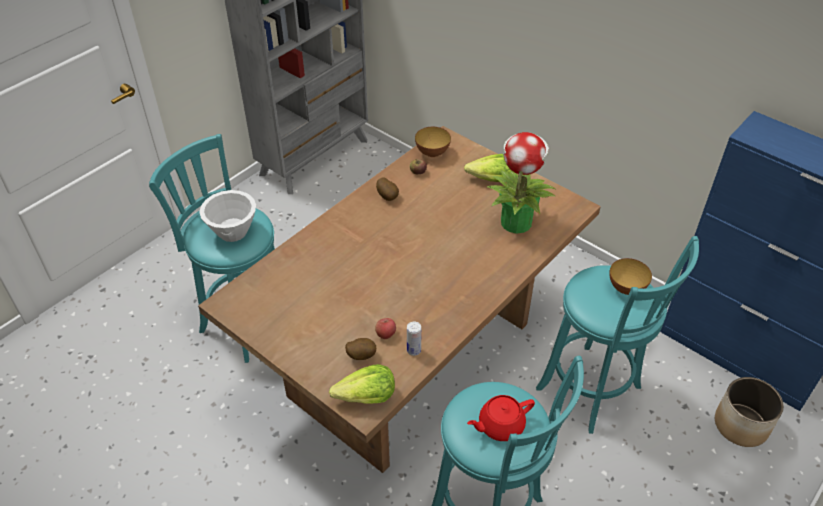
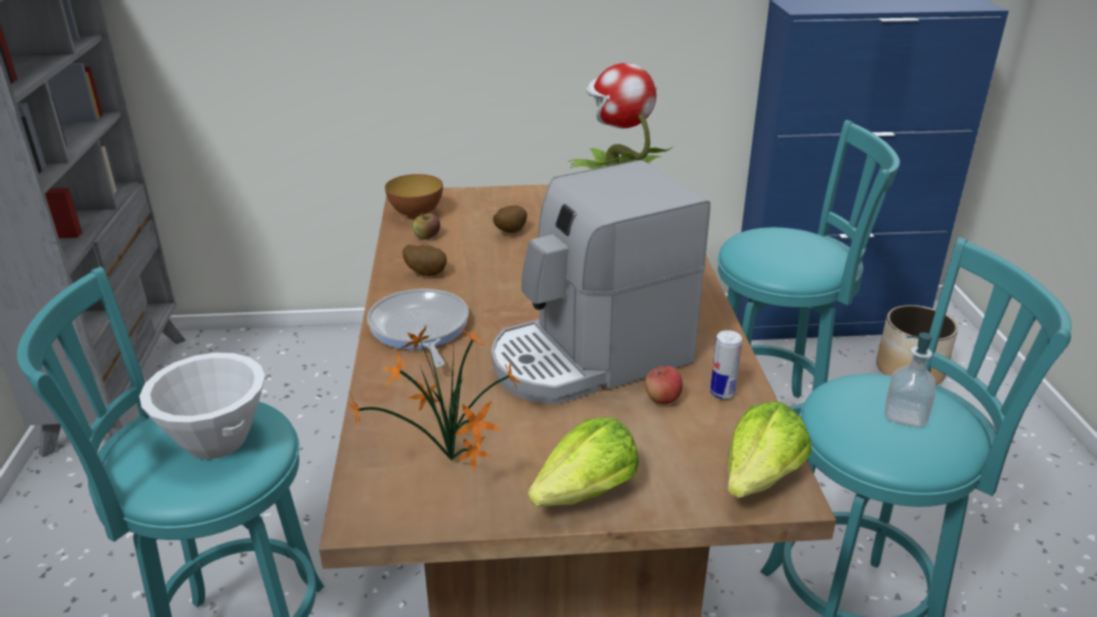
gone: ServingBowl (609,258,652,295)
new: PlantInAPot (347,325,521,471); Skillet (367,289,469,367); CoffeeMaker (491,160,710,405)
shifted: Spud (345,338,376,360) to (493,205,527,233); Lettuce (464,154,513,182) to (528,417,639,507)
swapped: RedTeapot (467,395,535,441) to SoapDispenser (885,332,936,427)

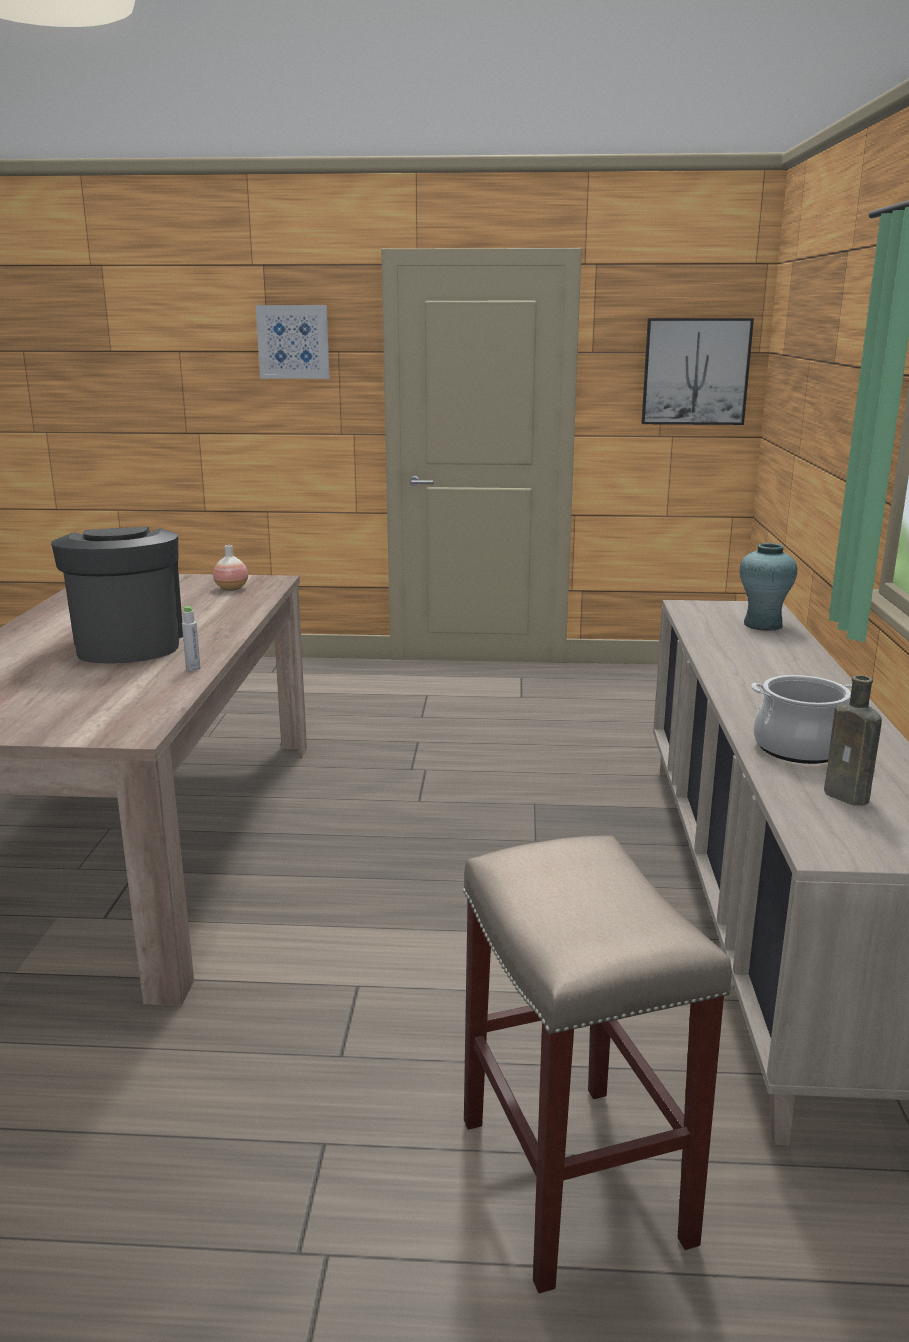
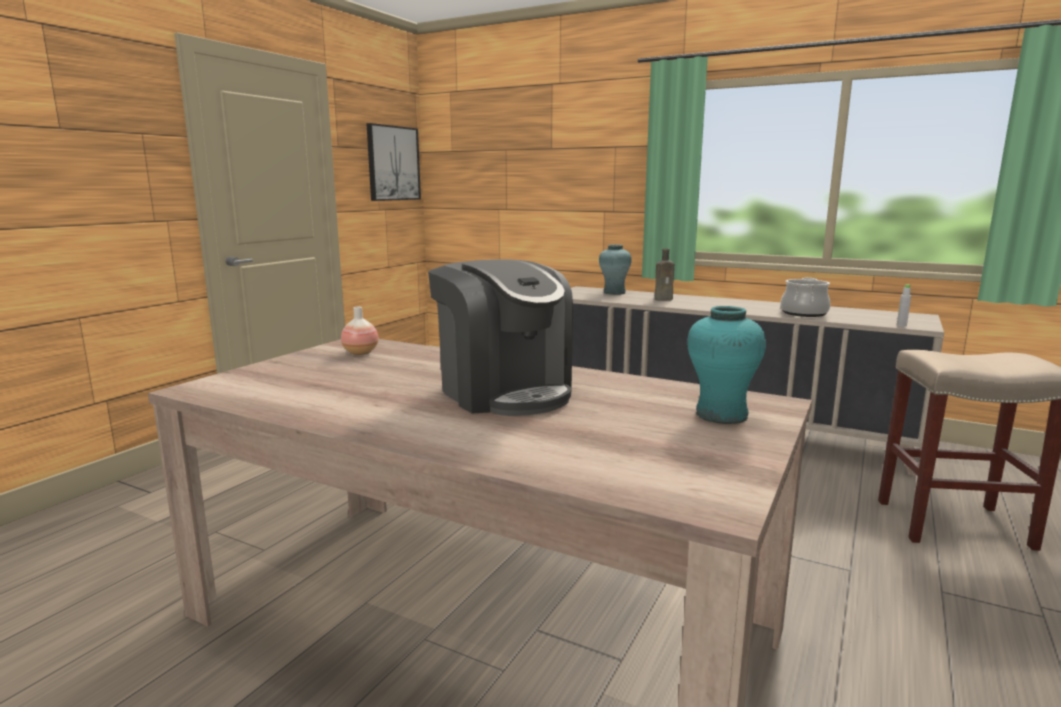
gone: WallPicture (256,305,330,379)
new: BlueGreenDecorativeVase (687,306,766,424)
shifted: BrownishBottle (824,675,882,806) to (655,249,674,301); GreyBottle (182,606,201,671) to (897,284,911,327)
rotated: CoffeeMaker (51,527,183,664) = (428,259,573,416) 135 degrees counterclockwise

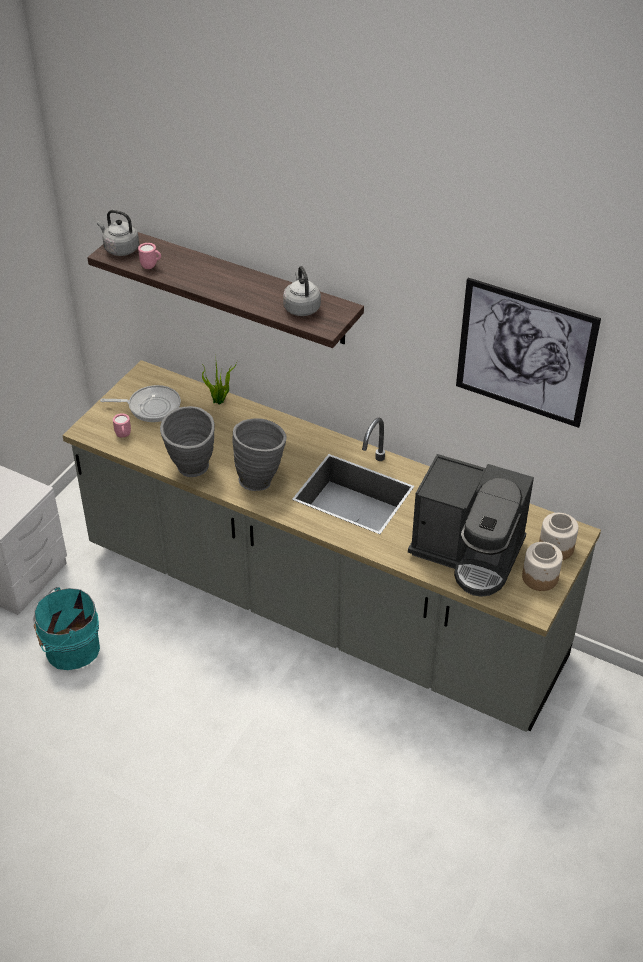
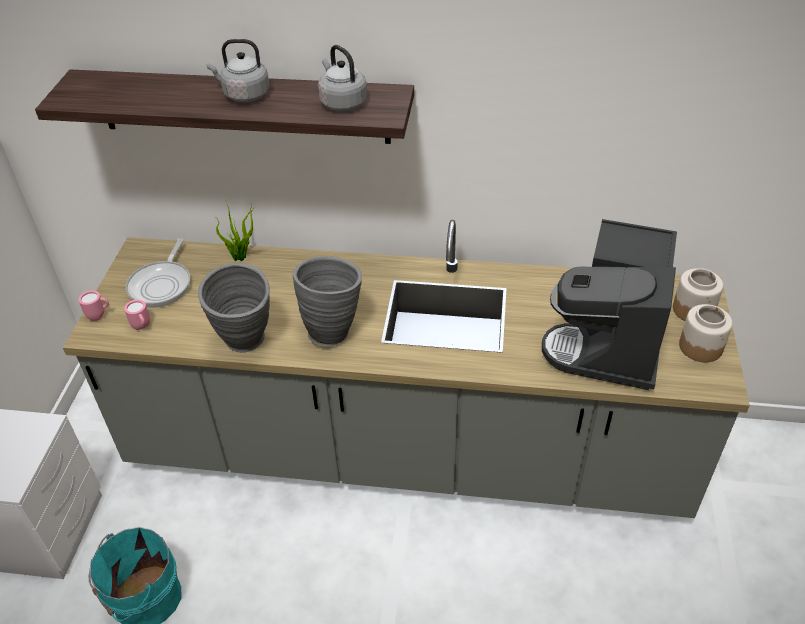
gone: WallPicture (456,278,601,428)
shifted: PinkColouredTeaMug (138,243,161,269) to (78,290,109,321); GreyKettle (97,210,139,256) to (206,39,269,102)
rotated: Skillet (100,385,181,422) = (126,238,190,308) 120 degrees clockwise; CoffeeMaker (408,454,534,597) = (542,219,677,390) 105 degrees clockwise

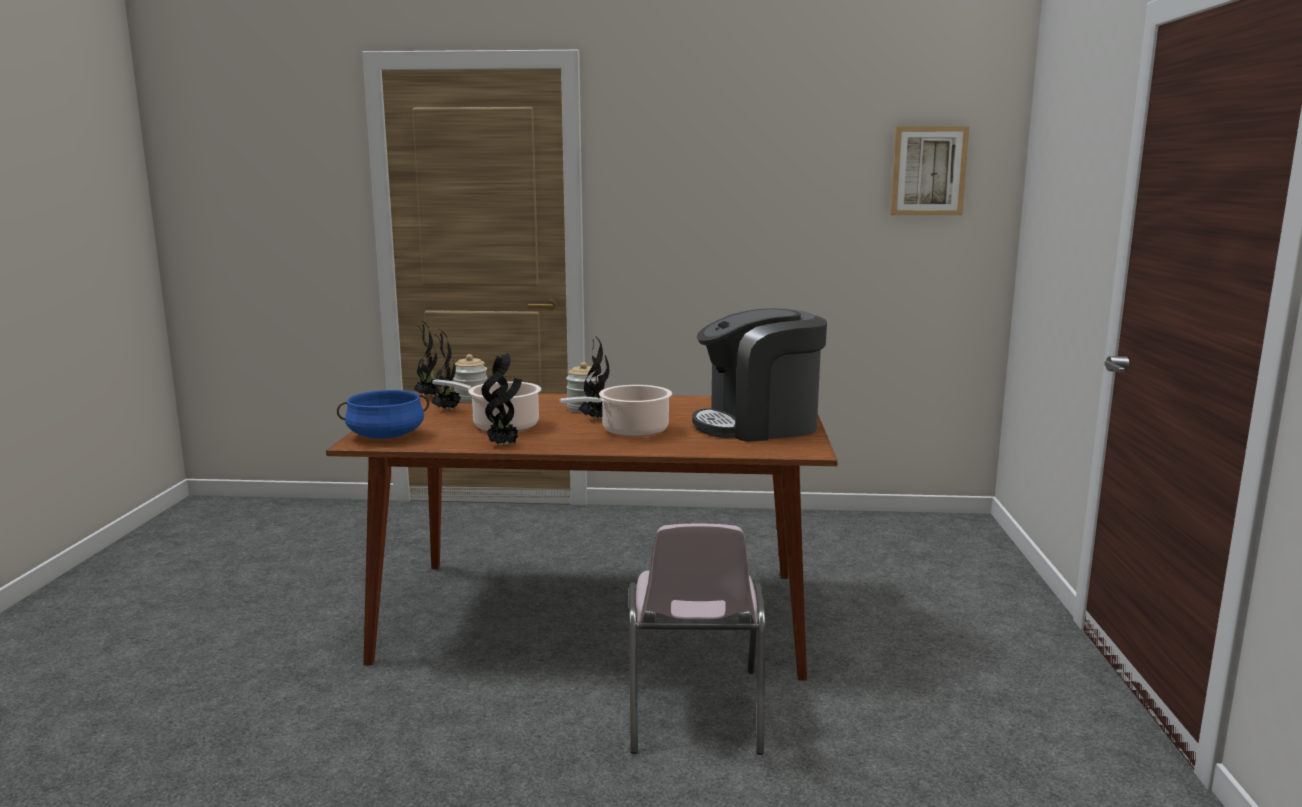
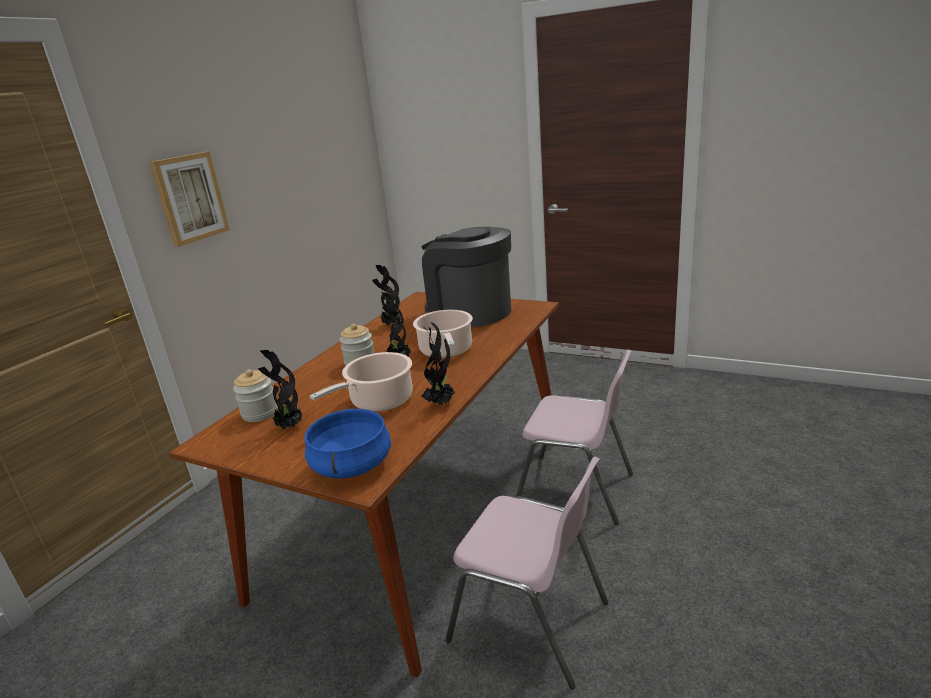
new: PinkColouredUprightChair (445,457,608,689)
shifted: WallPicture (890,126,969,215) to (149,152,230,247); PlantInAPot (414,320,442,397) to (372,265,401,326)
rotated: CoffeeMaker (692,308,827,442) = (421,227,511,327) 120 degrees clockwise

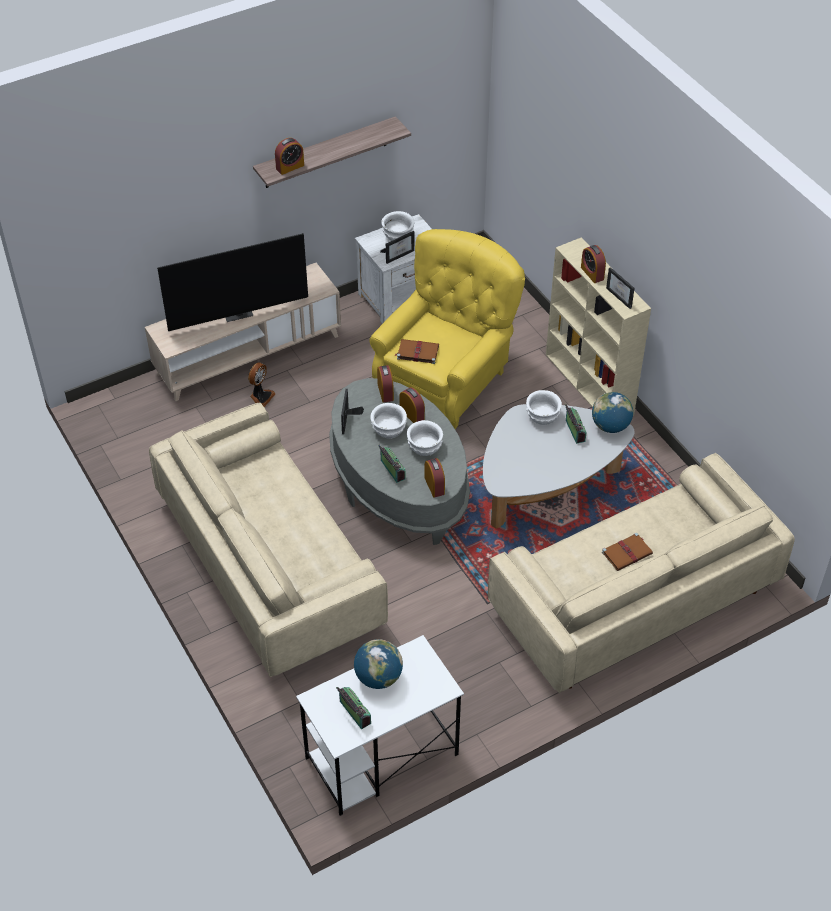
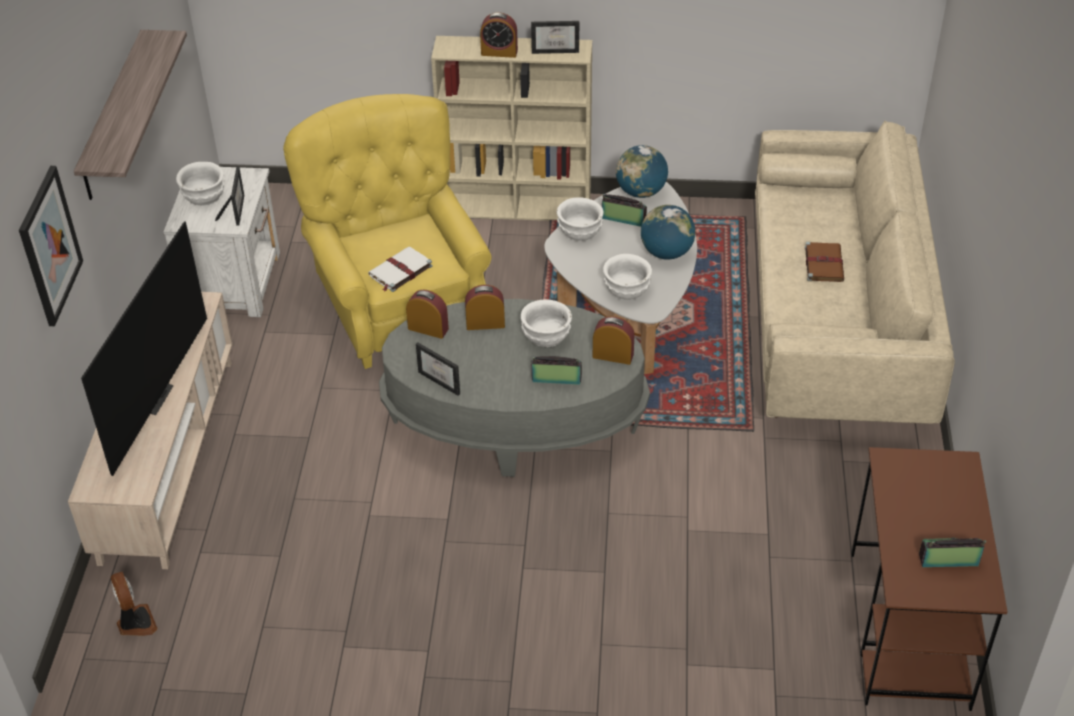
gone: SandColouredSettee (149,402,388,677); BedsideClock (275,138,304,175)
new: WallPicture (19,166,83,326)
shifted: CoolingFan (248,363,276,407) to (110,572,158,636); WhitishServingBowl (370,403,407,438) to (603,254,652,300); DeskGlobe (354,639,403,689) to (641,205,696,260)
repainted: BrownishVolume (394,339,439,364) to WhitishVolume (368,246,433,292); WhitishDeskTable (296,635,464,816) to BrownishDeskTable (851,447,1007,711)

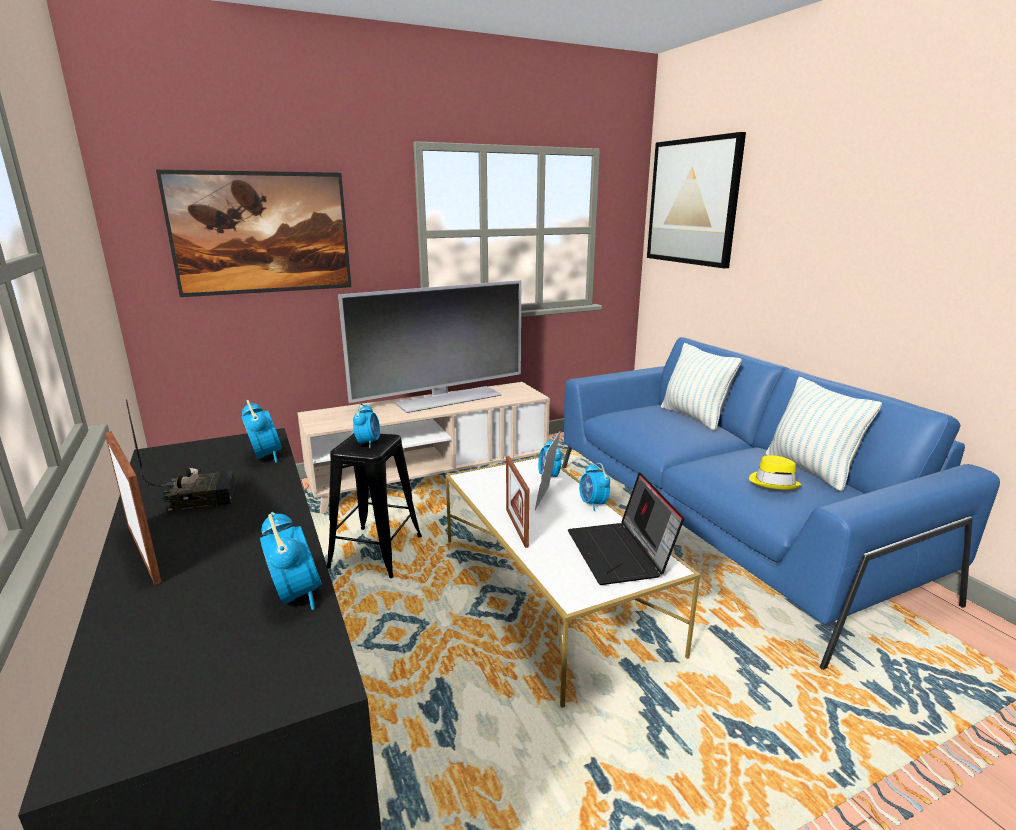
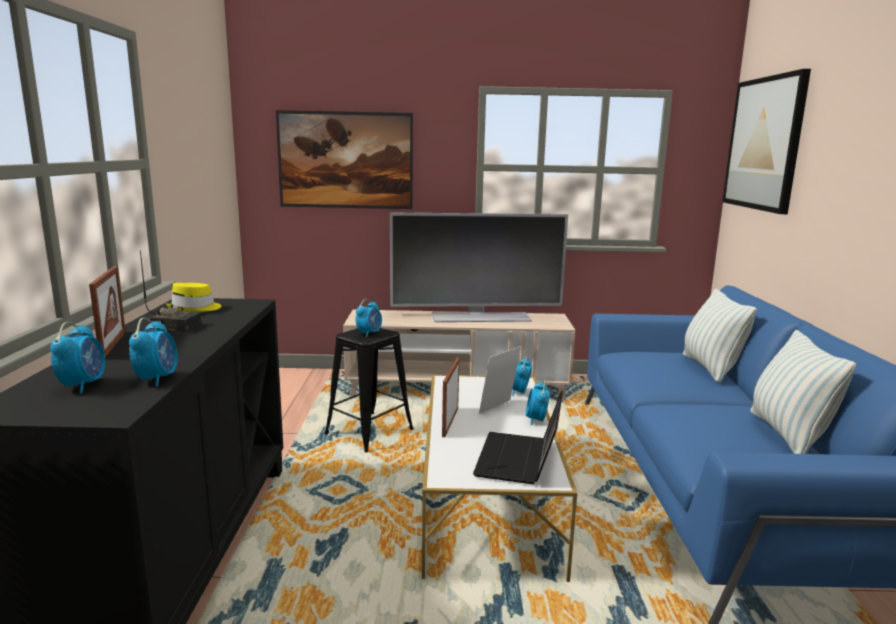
shifted: BedsideClock (241,400,282,463) to (50,322,105,393); YellowishWearableHat (749,455,802,490) to (165,283,221,312)

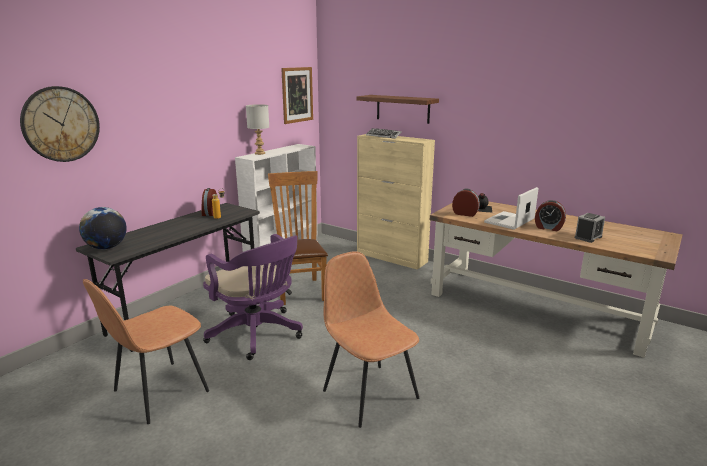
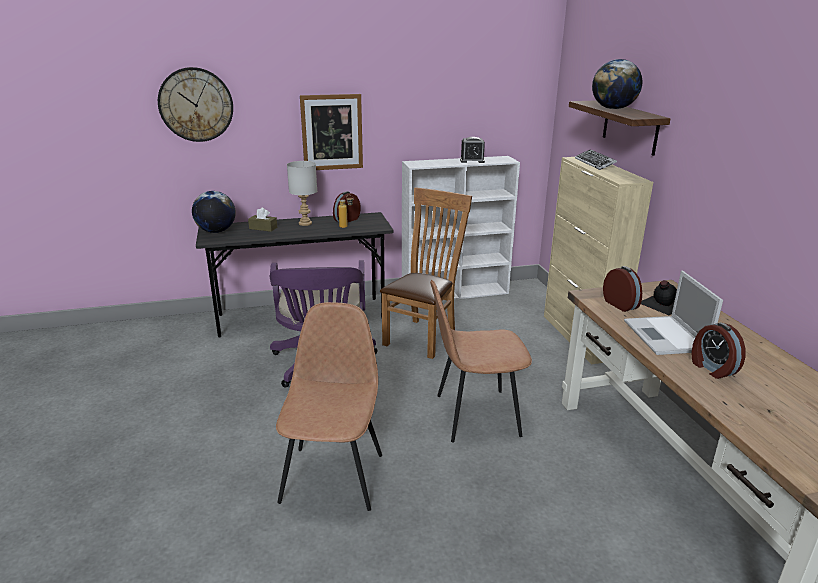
new: BrownishTissueBox (248,208,277,232); DeskGlobe (592,59,642,109)
shifted: GreyLampForATable (246,104,269,155) to (287,161,317,226); WallPicture (281,67,313,124) to (300,94,363,170); BrownishUprightChair (83,279,209,424) to (430,280,532,443); BedsideClock (575,213,605,243) to (460,137,485,163)
rotated: NotebookComputer (484,187,539,230) = (624,271,723,355) 90 degrees counterclockwise

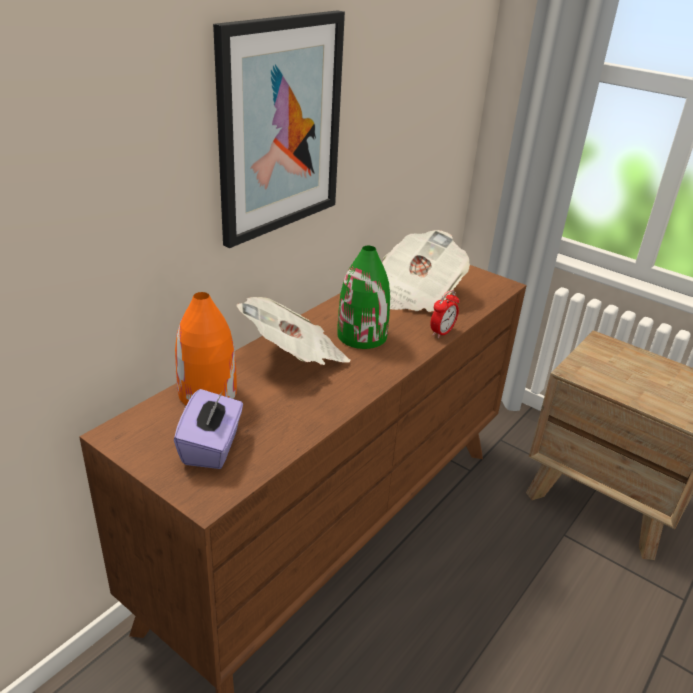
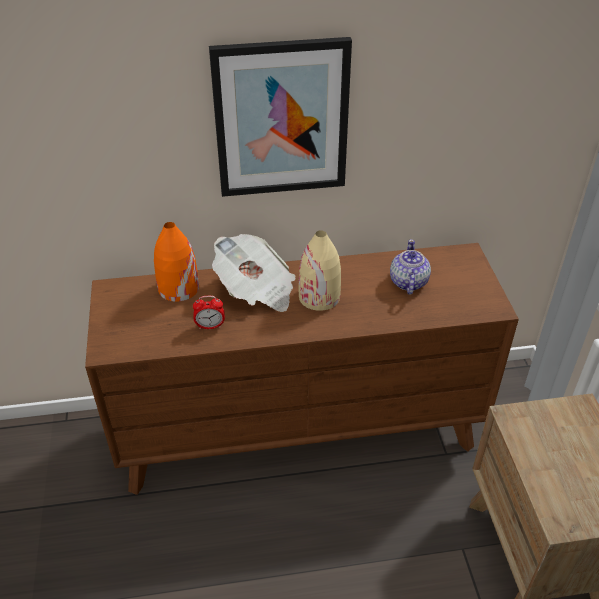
gone: PurplishTissueBox (174,389,243,469)
shifted: BedsideClock (430,290,460,338) to (193,296,225,329)
swapped: Newspaper (382,230,470,312) to Teapot (390,239,431,295)
repainted: GreenColouredDecorativeVase (337,246,390,349) to SandColouredDecorativeVase (299,230,341,311)

